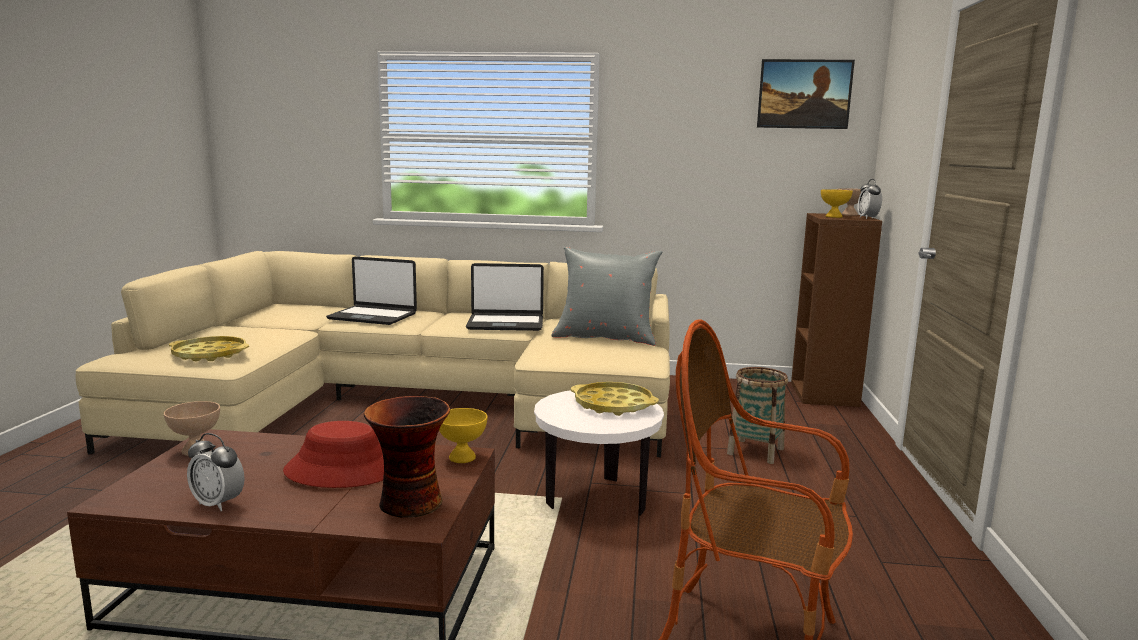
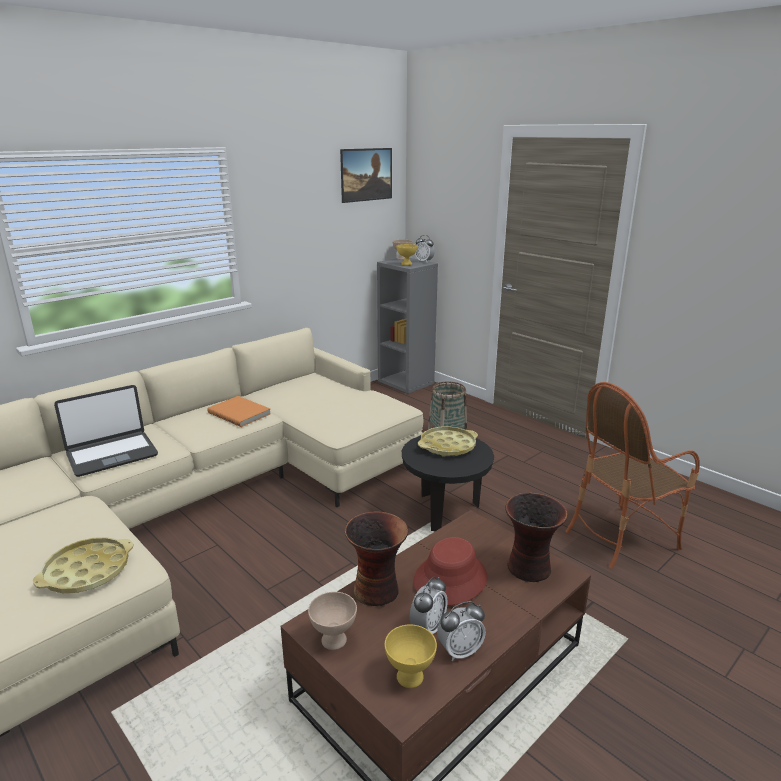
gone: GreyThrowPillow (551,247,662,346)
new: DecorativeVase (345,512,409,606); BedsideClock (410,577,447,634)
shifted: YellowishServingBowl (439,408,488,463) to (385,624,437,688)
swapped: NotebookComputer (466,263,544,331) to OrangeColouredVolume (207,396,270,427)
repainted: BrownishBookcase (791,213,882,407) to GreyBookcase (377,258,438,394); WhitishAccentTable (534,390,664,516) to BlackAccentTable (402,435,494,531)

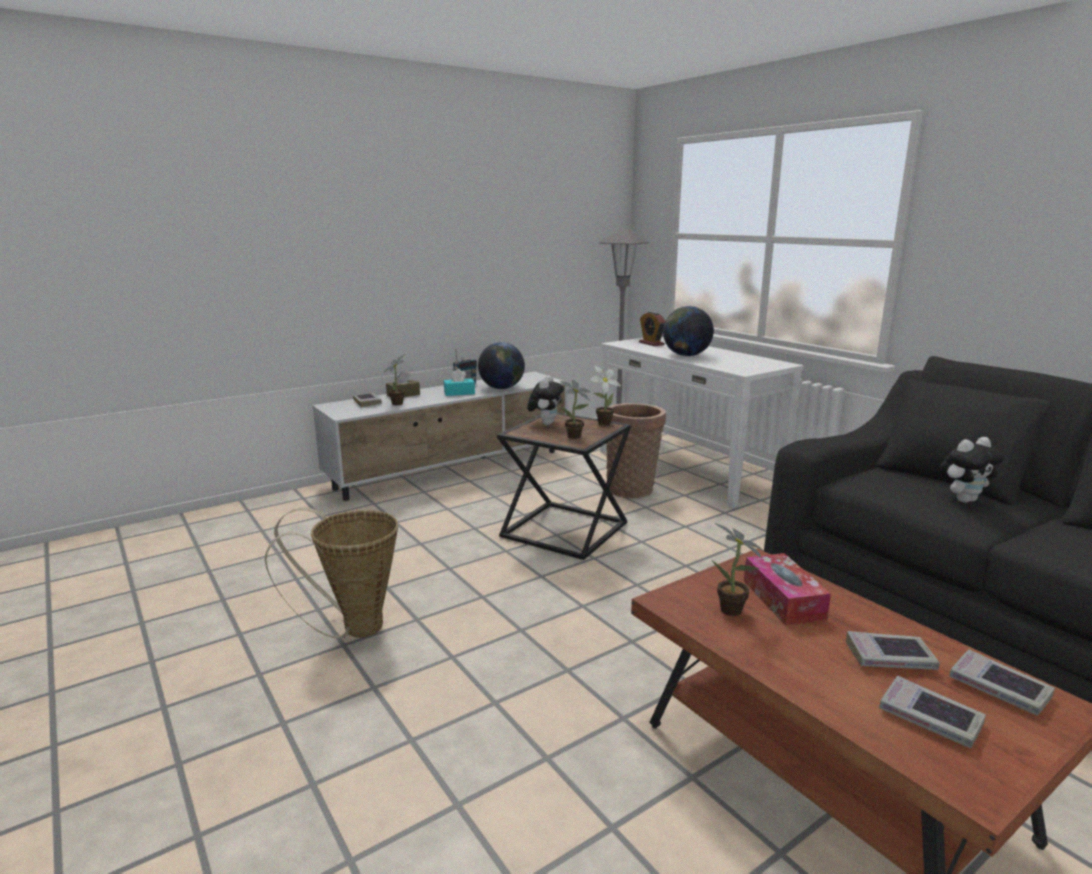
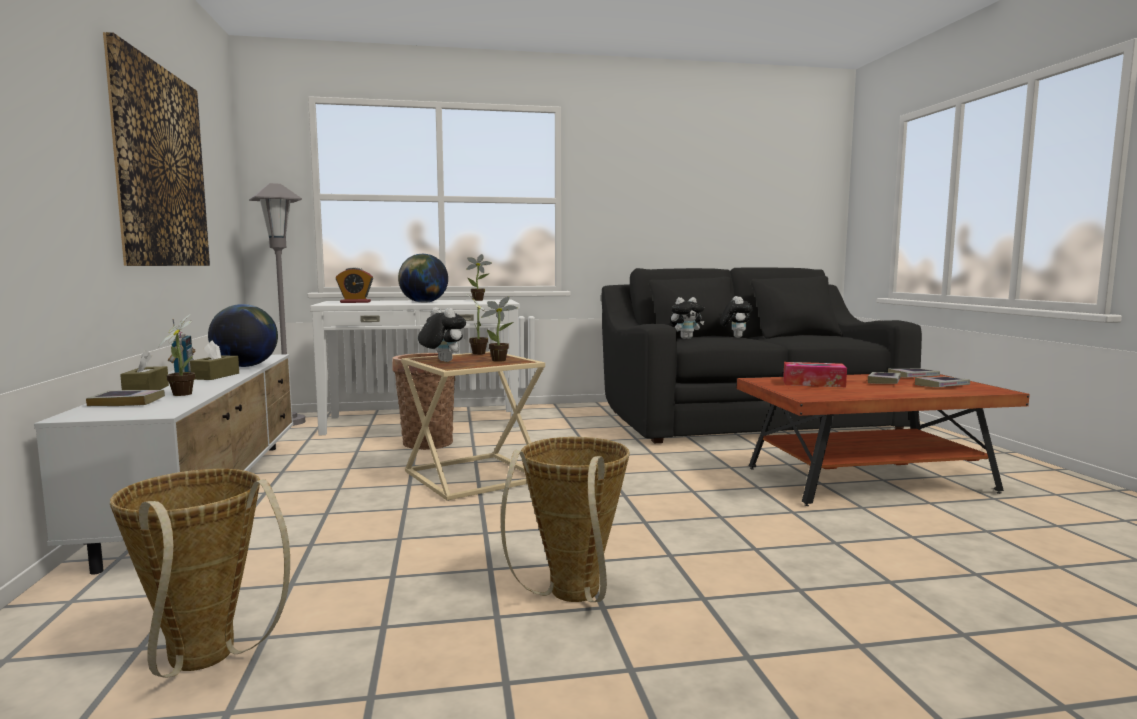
new: WallPicture (103,32,210,266); Basket (110,469,290,678); SoftToy (670,297,704,339)
shifted: PlantInAPot (712,523,764,616) to (466,254,492,301)
repainted: BlueGreenTissueBox (444,369,475,396) to BrownishTissueBox (190,341,239,380); BlackAccentTable (497,413,631,560) to SandColouredAccentTable (401,351,545,501)

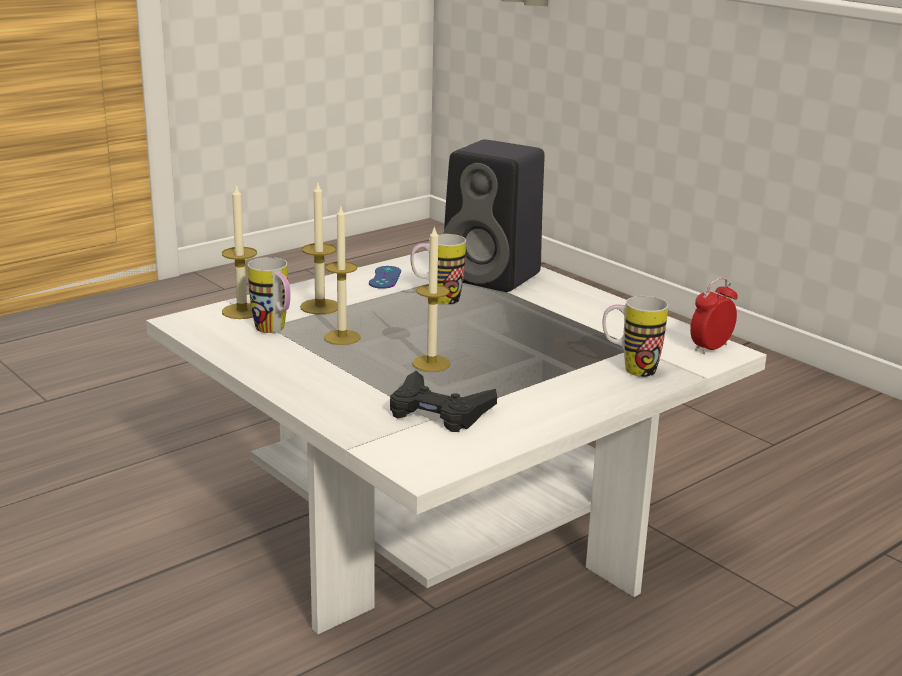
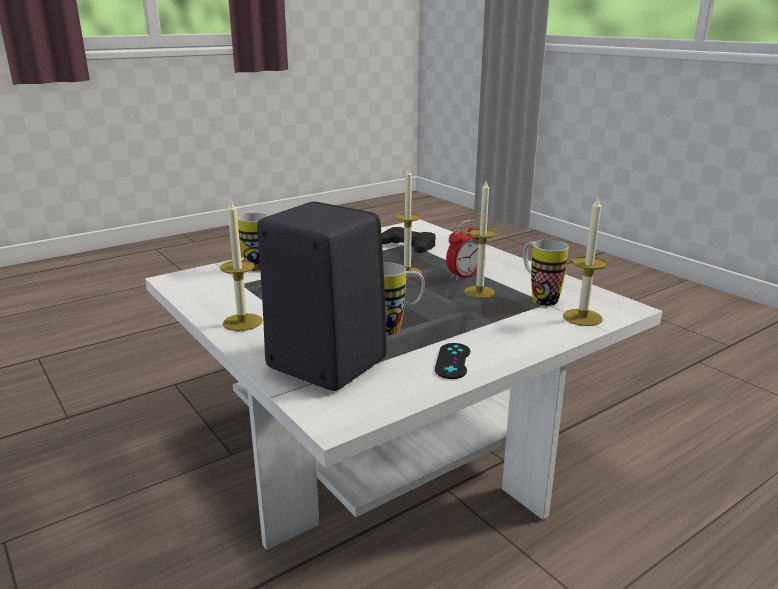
shifted: WaxLight (300,183,337,314) to (220,201,262,331); BedsideClock (690,277,738,354) to (446,220,480,280)
repainted: BlueGameController (369,266,401,289) to BlackGameController (435,343,470,379)

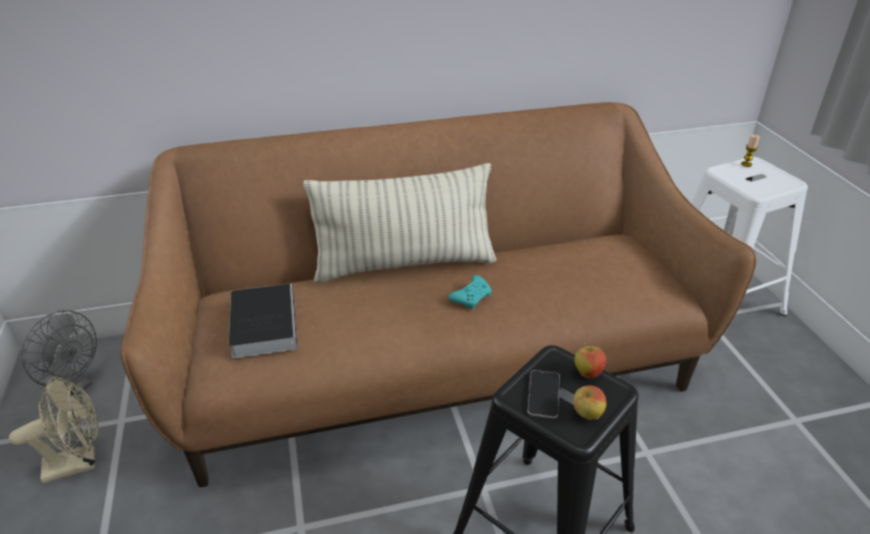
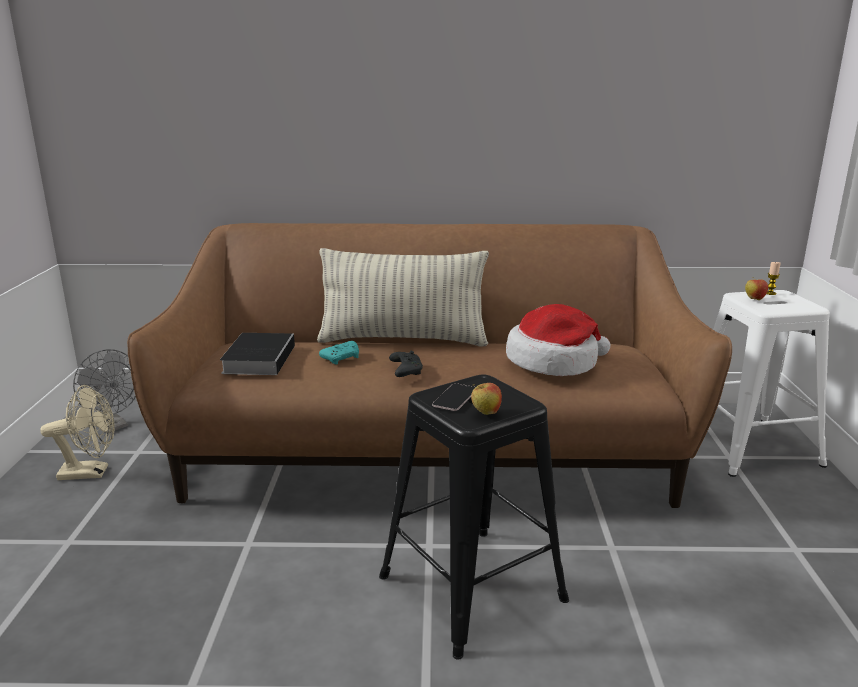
new: BlackGameController (389,351,423,377); WearableHat (506,304,611,376)
shifted: BlueGreenGameController (449,275,491,309) to (319,341,359,365); Apple (574,342,606,379) to (745,277,768,300)

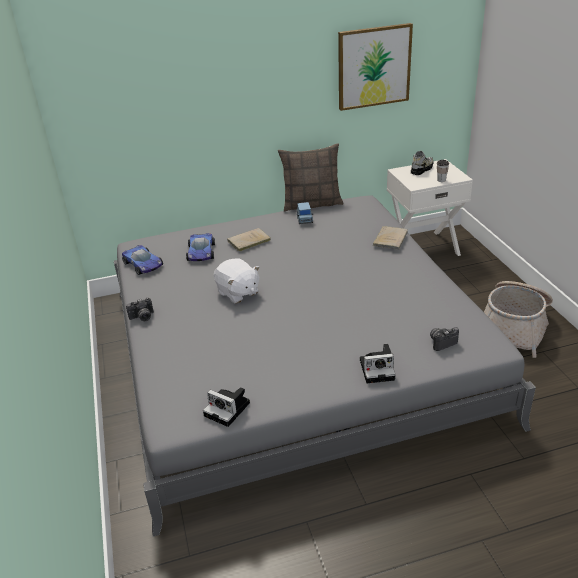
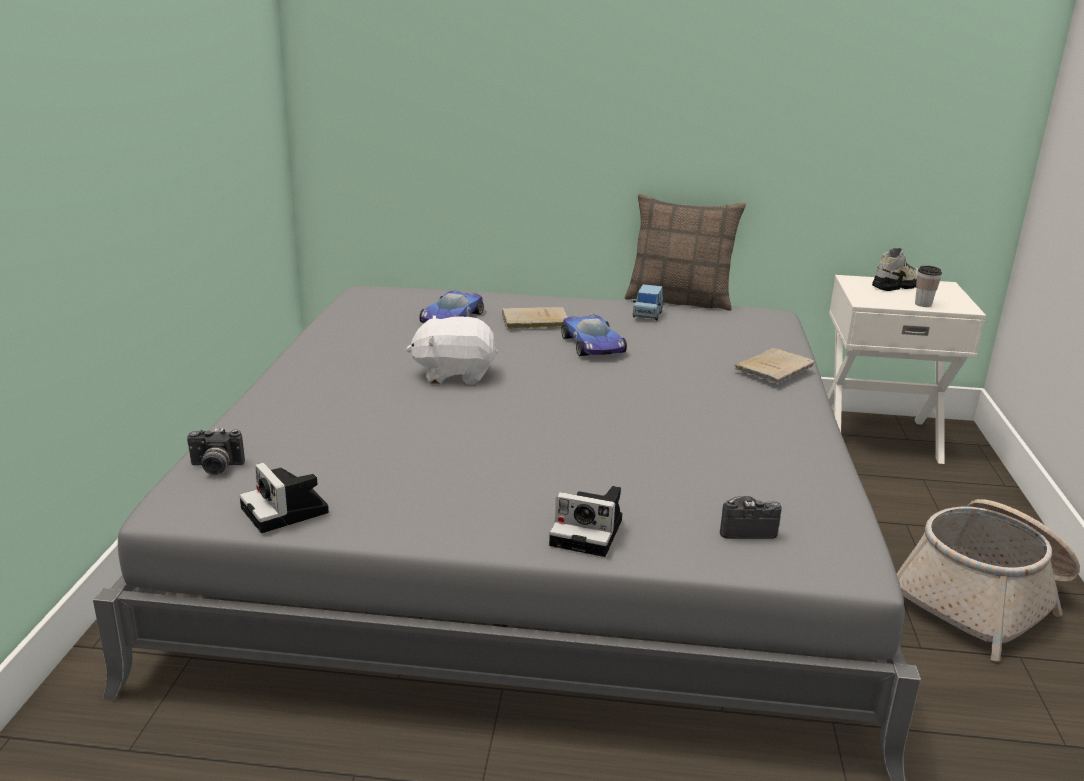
gone: WallPicture (338,23,413,111)
shifted: StillCamera (126,298,154,321) to (187,428,245,475); MiniatureCar (122,245,163,275) to (561,314,627,356)
rotated: WhitishSoftToy (214,258,260,304) = (406,315,498,385) 105 degrees clockwise

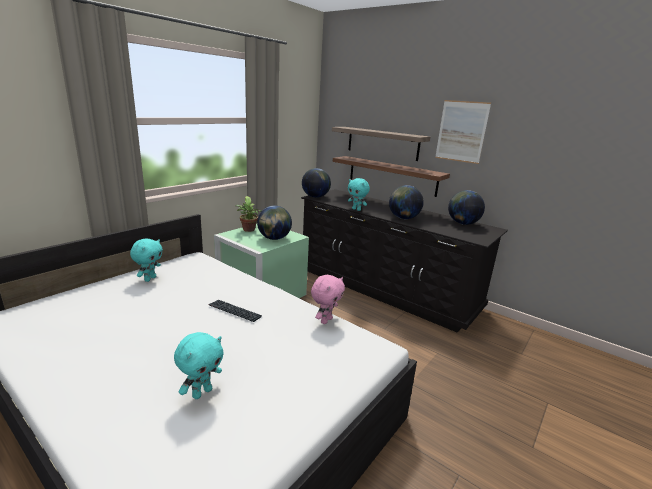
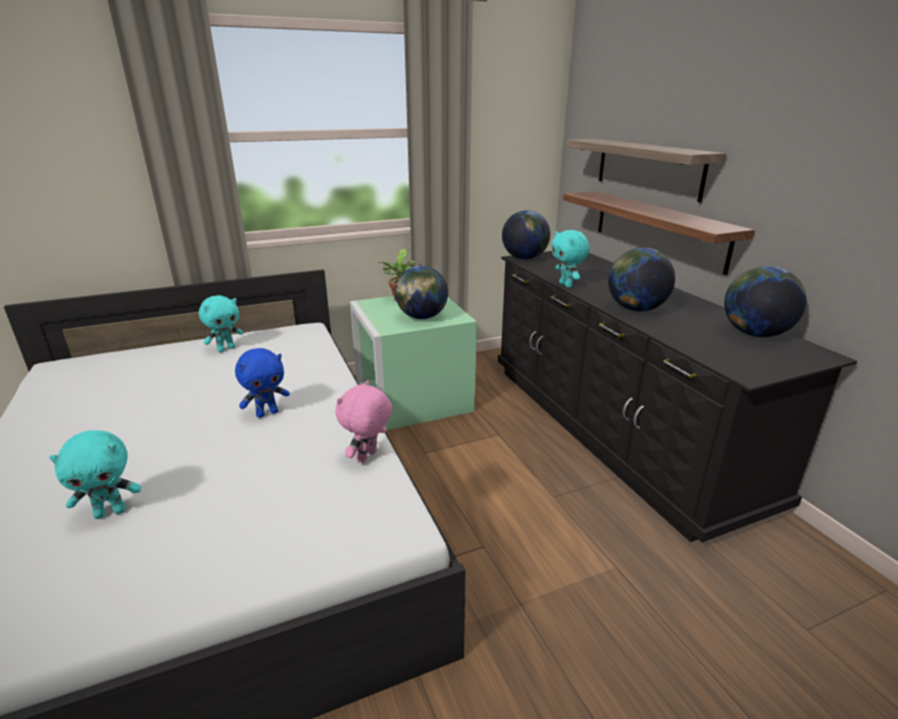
gone: WallPicture (435,100,491,164)
swapped: ComputerKeyboard (208,300,262,322) to BlueSoftToy (235,348,290,418)
rotated: PinkColouredSoftToy (311,275,345,324) = (335,380,392,463) 150 degrees clockwise

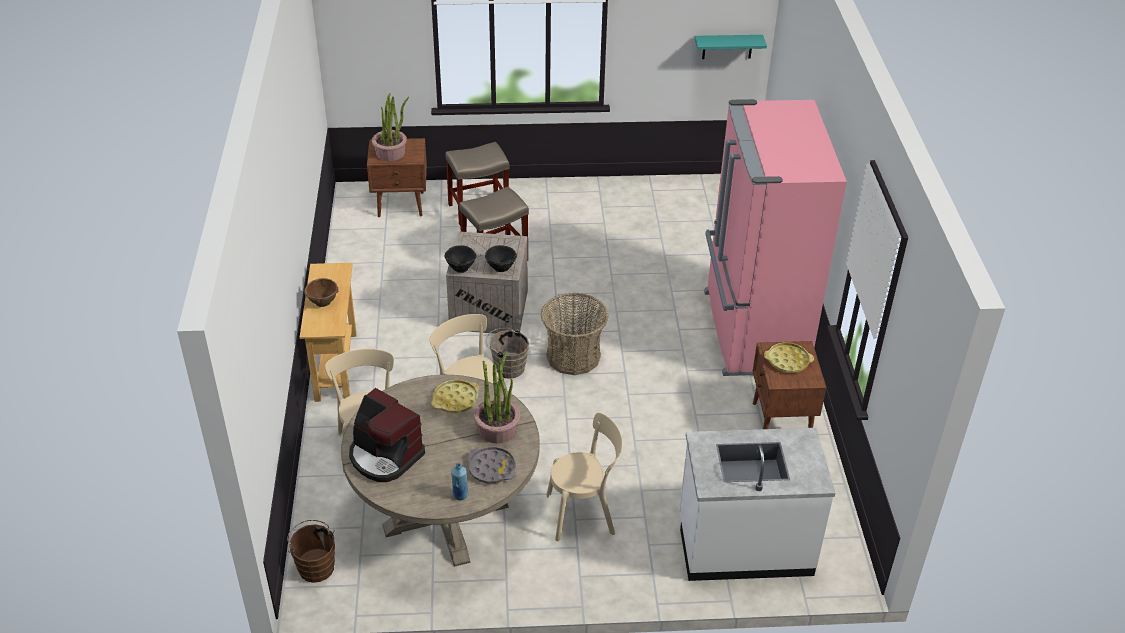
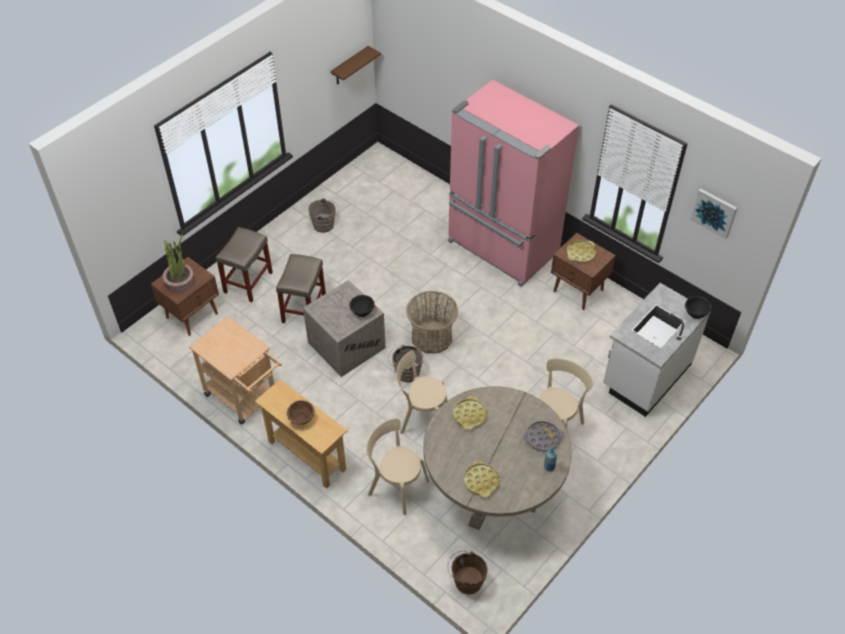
gone: PlantInAPot (474,351,520,443)
new: SandColouredCart (189,317,282,425); BrownishPail (308,198,339,233); WallPicture (690,189,737,239)
shifted: BlackServingBowl (444,245,476,273) to (685,296,712,319)
swapped: CoffeeMaker (349,388,425,482) to YellowishServingTray (464,460,500,498)
repainted: BlueGreenBracketShelf (694,35,767,59) to BrownishBracketShelf (330,46,381,85)

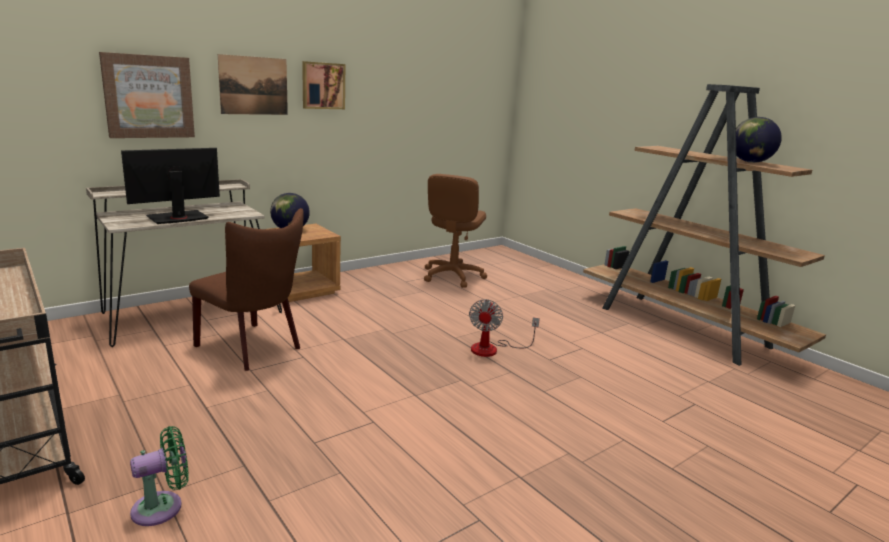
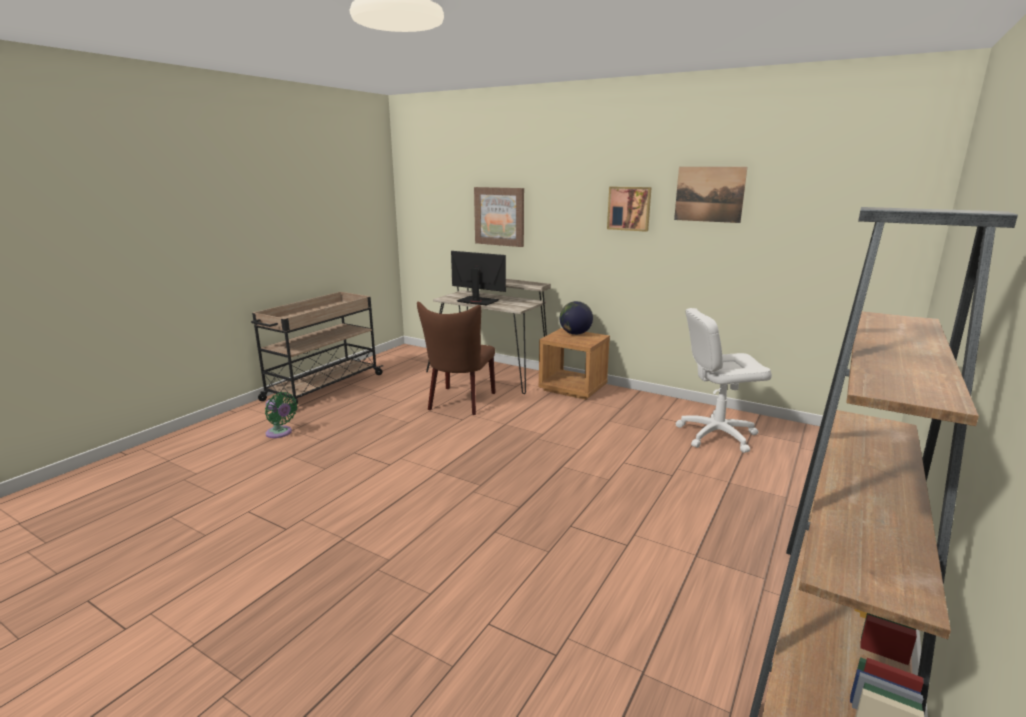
gone: CoolingFan (469,299,540,357); DeskGlobe (736,117,782,163)
shifted: WallPicture (218,54,288,115) to (674,167,747,223)
repainted: BrownishComputerChair (424,174,487,288) to WhitishComputerChair (676,308,772,453)

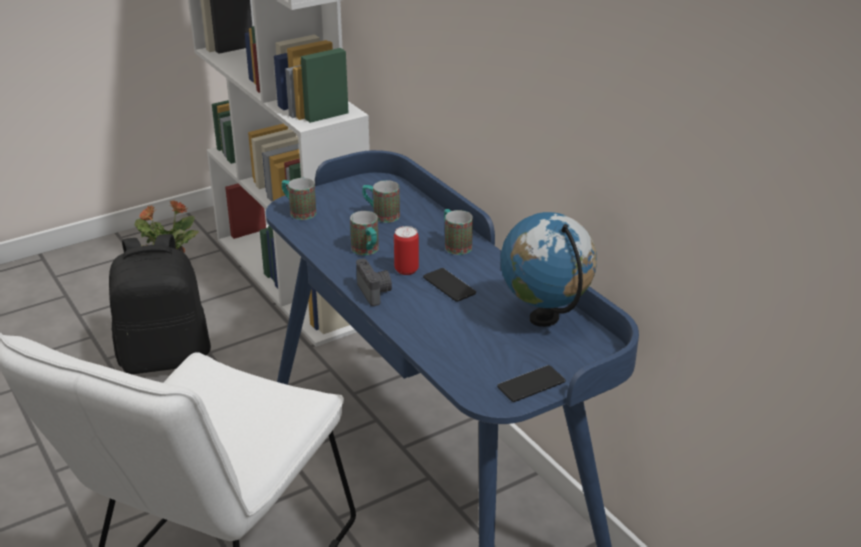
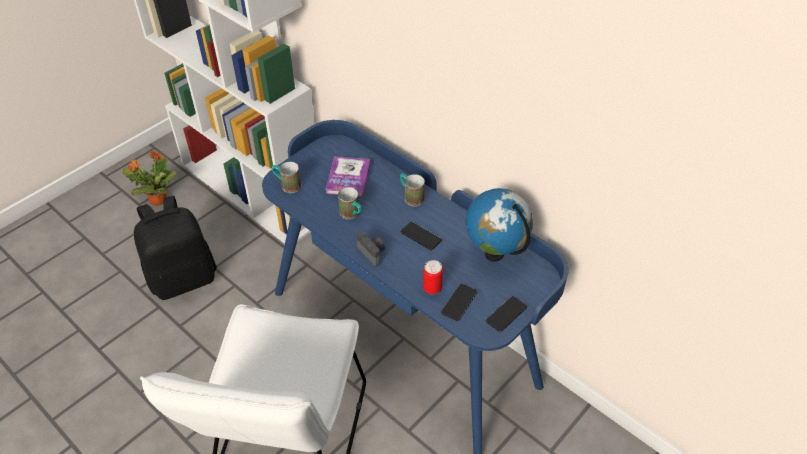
new: Handset (441,284,478,321)
shifted: SealedCan (394,226,419,275) to (423,260,443,294)
swapped: TeaMug (362,180,400,223) to Volume (326,156,371,197)

